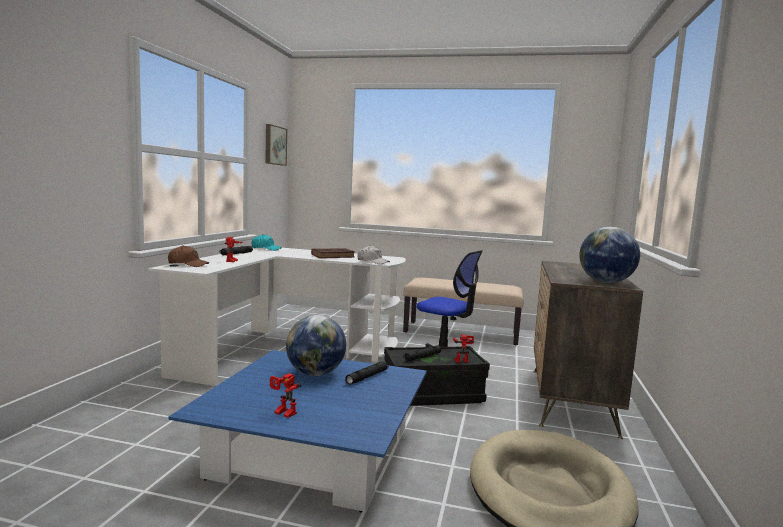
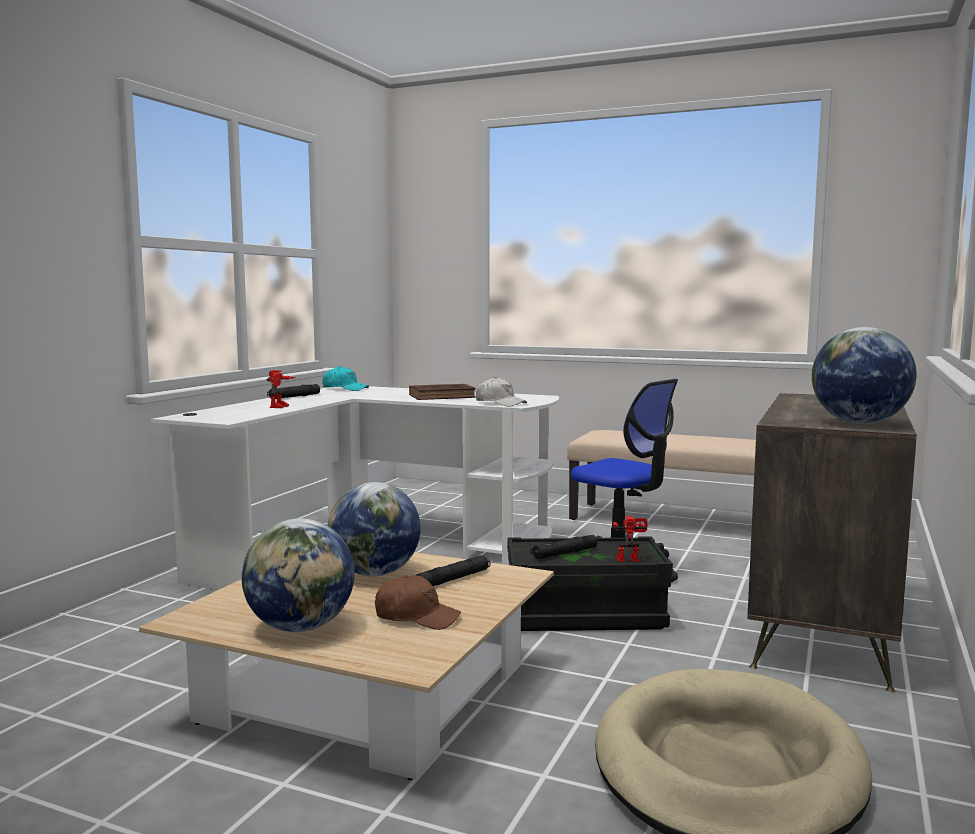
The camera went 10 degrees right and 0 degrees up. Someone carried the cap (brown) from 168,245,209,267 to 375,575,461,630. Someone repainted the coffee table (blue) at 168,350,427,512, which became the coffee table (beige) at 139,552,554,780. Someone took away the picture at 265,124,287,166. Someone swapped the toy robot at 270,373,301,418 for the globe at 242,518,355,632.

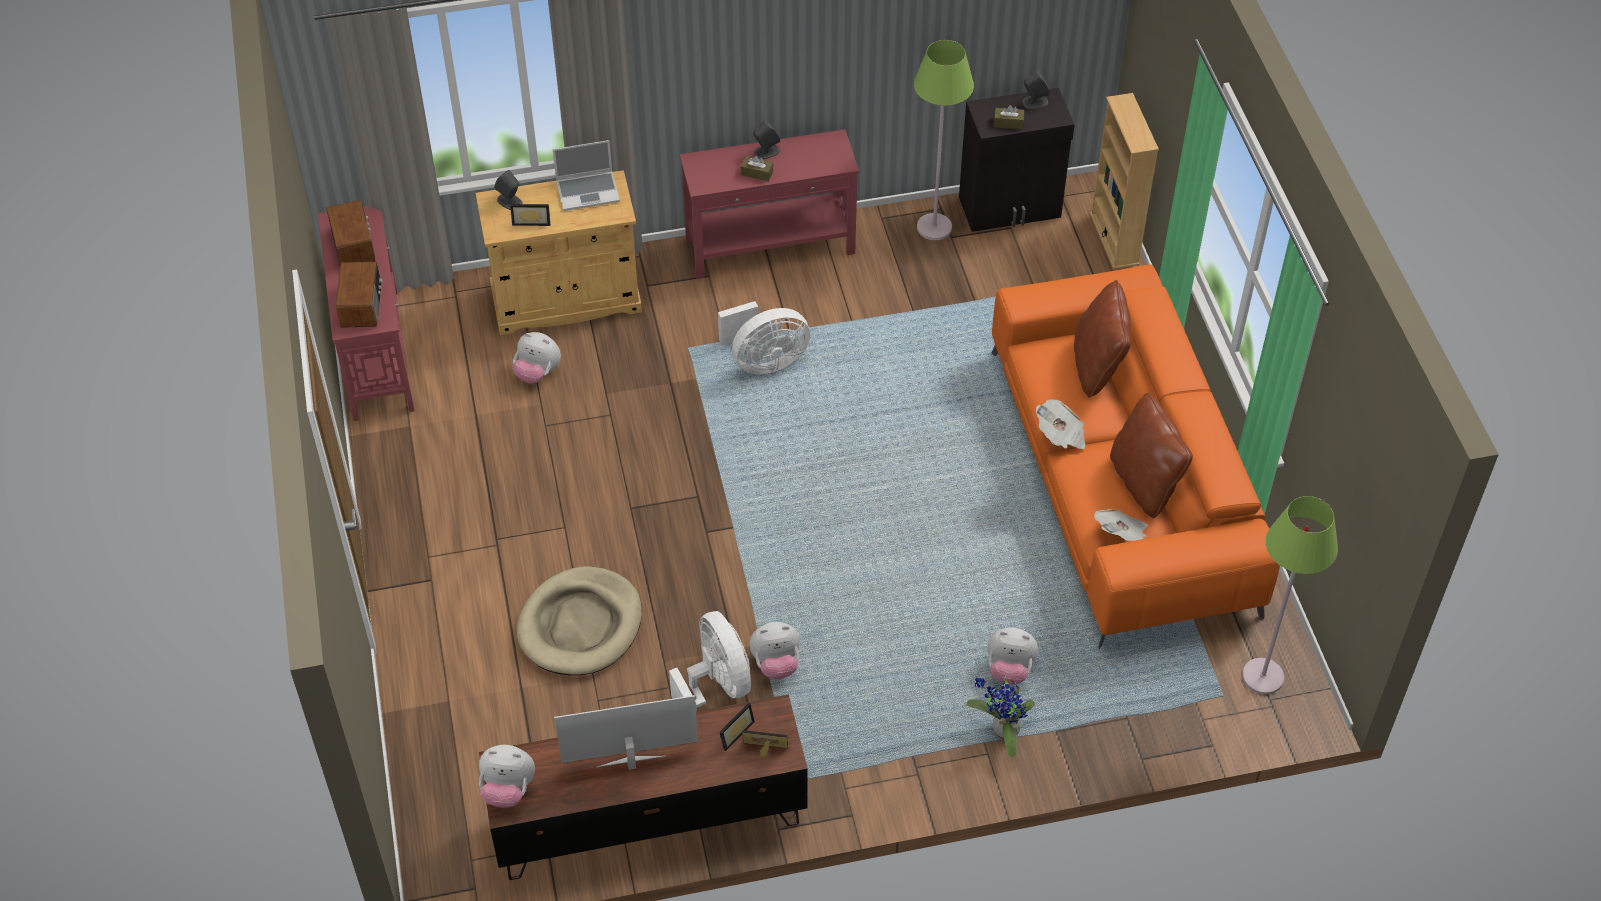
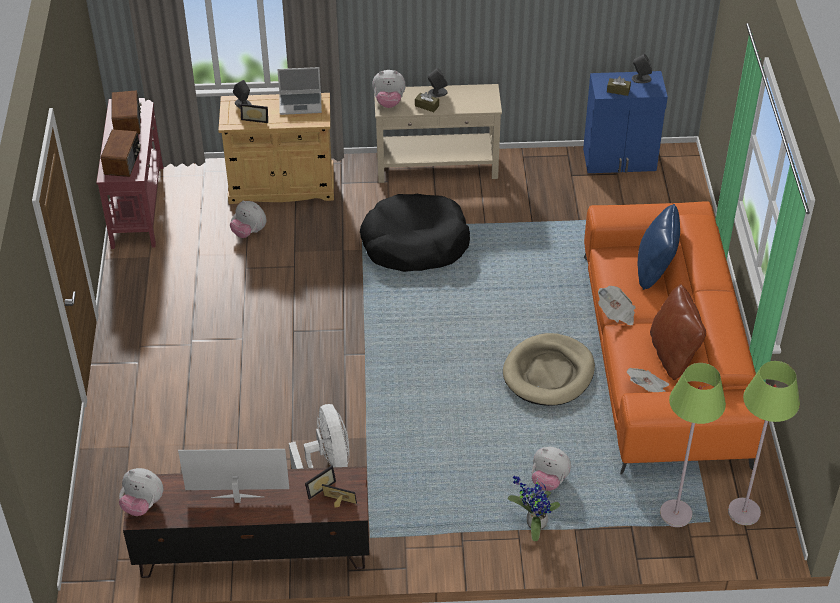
The camera went 10 degrees right and 5 degrees down. Someone carried the dog bed (beige) from 517,566,642,675 to 503,333,595,406. Someone repainted the console table (red) at 680,129,859,279, which became the console table (beige) at 374,84,502,183. Someone swapped the fan (white) at 718,301,810,374 for the dog bed (black) at 360,194,470,272. Someone carried the plush toy from 750,622,800,679 to 372,70,406,108. Someone carried the floor lamp (green) from 914,40,974,240 to 660,363,726,527. Someone repainted the cabinet (black) at 959,88,1075,232, which became the cabinet (blue) at 583,71,668,173. Someone repainted the pillow (brown) at 1074,280,1131,398, which became the pillow (blue) at 638,204,680,290. Someone took away the bookcase (beige) at 1090,93,1159,269.

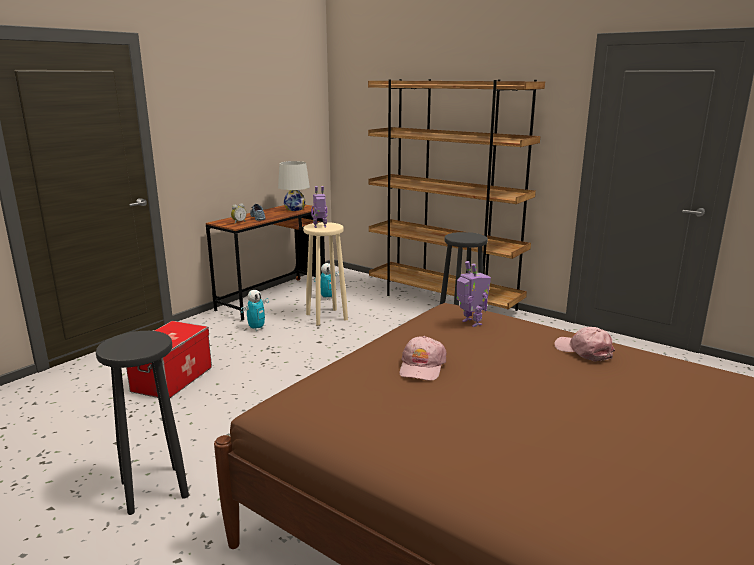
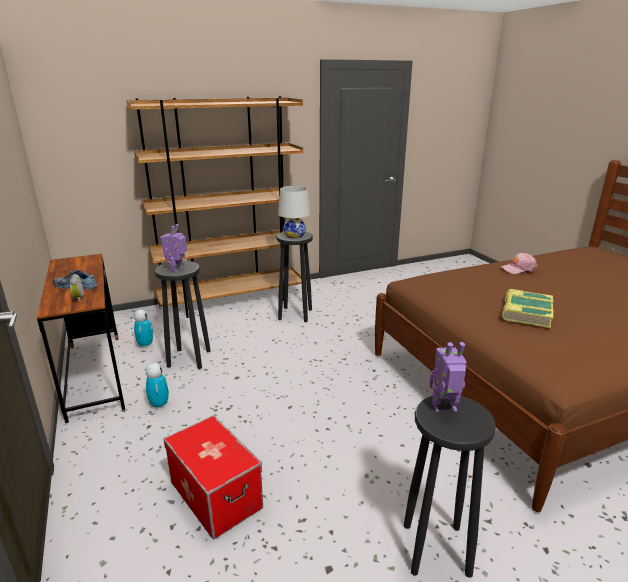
The camera went 60 degrees left and 5 degrees up. Someone carried the table lamp (white) from 278,161,310,211 to 278,186,310,239. Someone repainted the stool (beige) at 303,222,348,326, which became the stool (black) at 155,261,211,369. Someone swapped the cap (pink) at 399,336,447,381 for the book at 502,289,554,328. Someone carried the toy robot from 457,261,491,327 to 429,342,467,412.

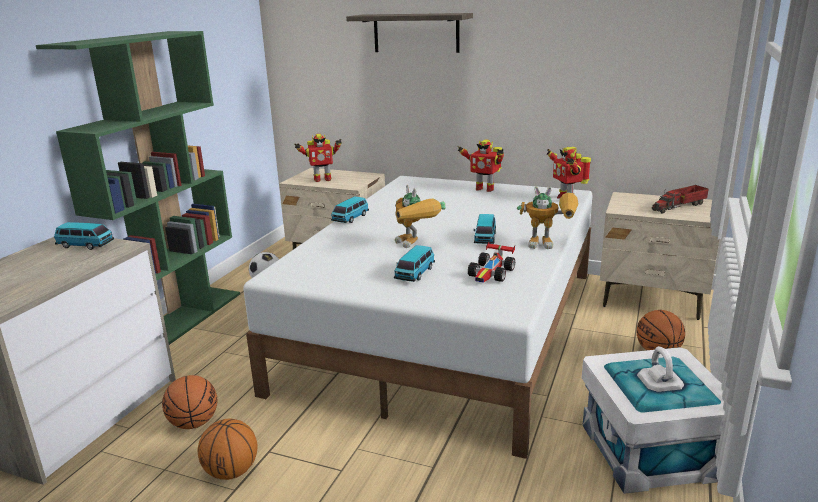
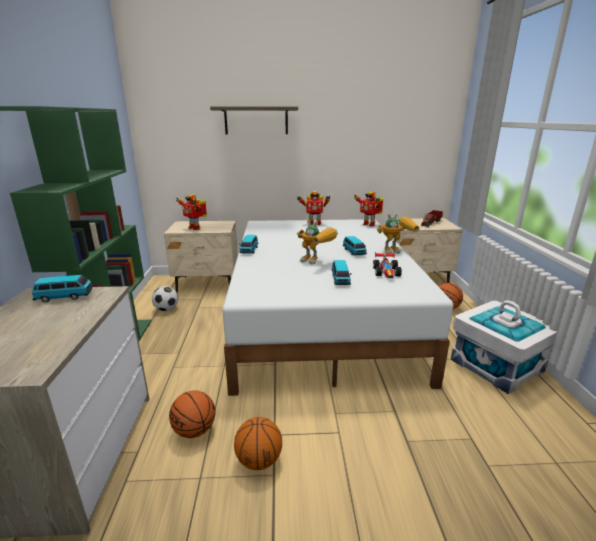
The camera went 25 degrees left and 0 degrees up. Someone rotated the toy robot at 294,134,342,182 by 75 degrees clockwise.

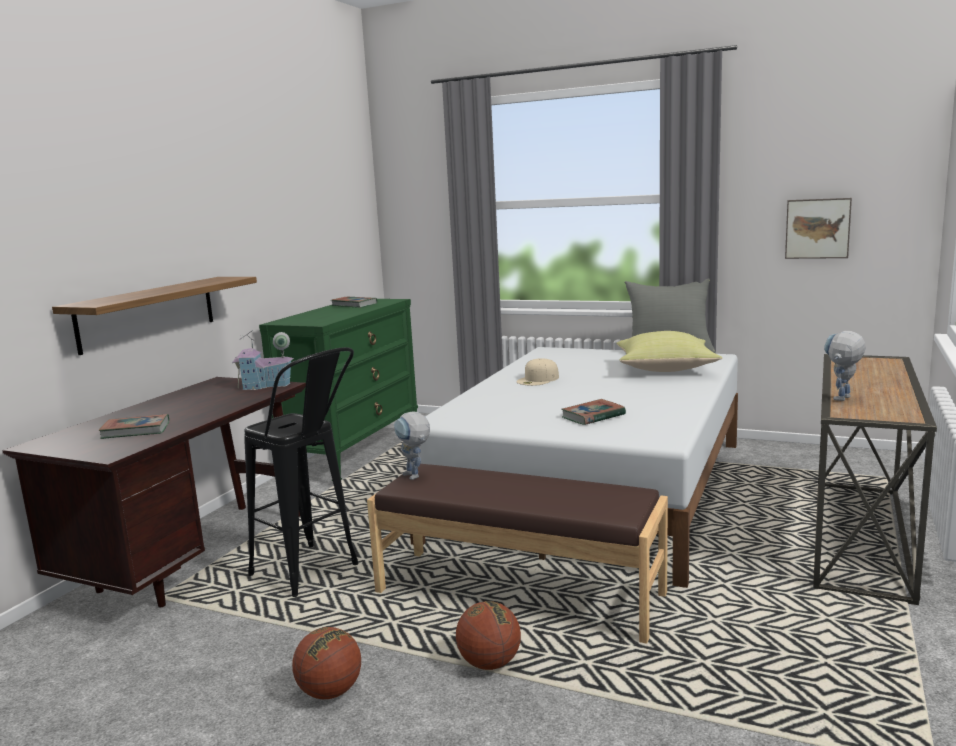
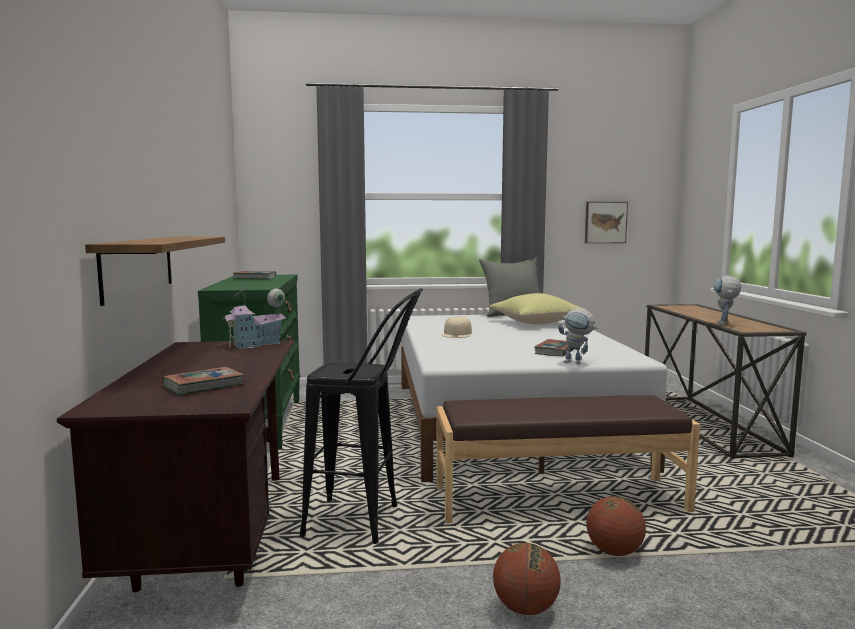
The camera went 30 degrees left and 5 degrees down. Someone carried the toy robot from 394,411,430,480 to 558,308,598,364.

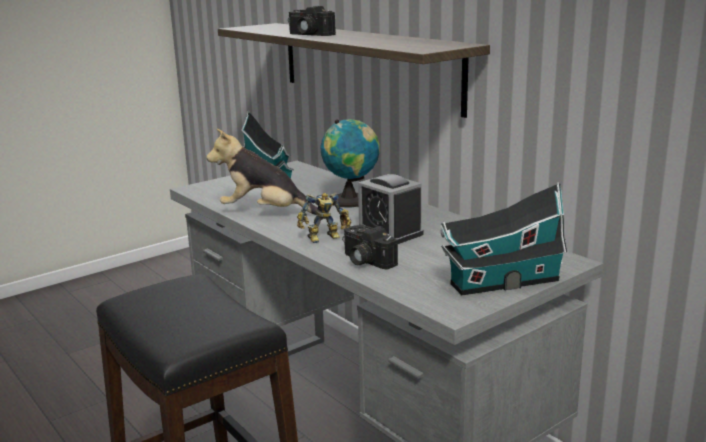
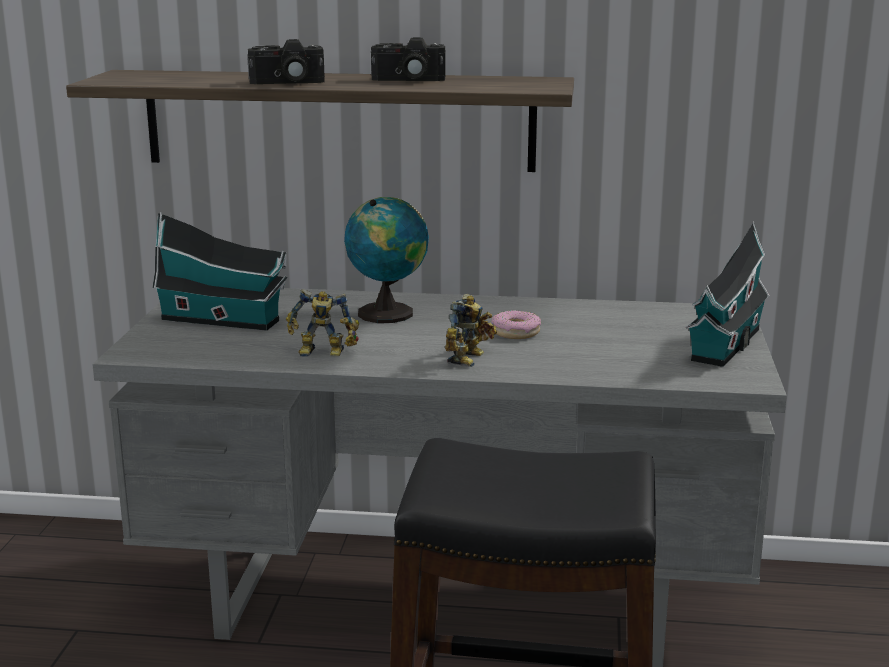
The camera went 45 degrees left and 0 degrees up. Someone swapped the plush toy at 207,129,318,215 for the toy robot at 286,289,359,357. Someone carried the photo camera from 342,225,398,270 to 371,37,446,81. Someone swapped the alarm clock at 358,174,423,244 for the donut at 491,310,541,339.

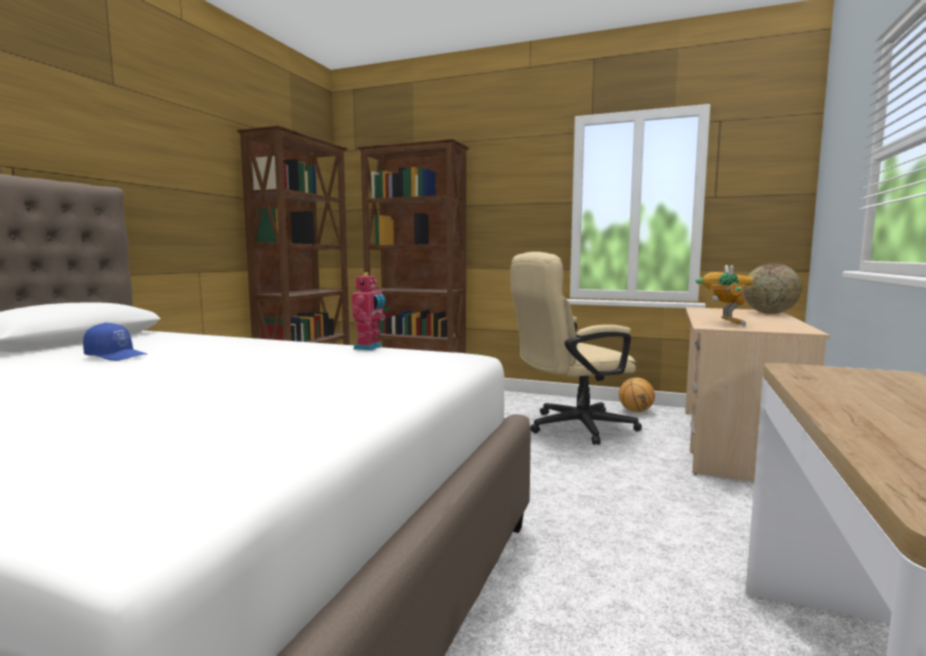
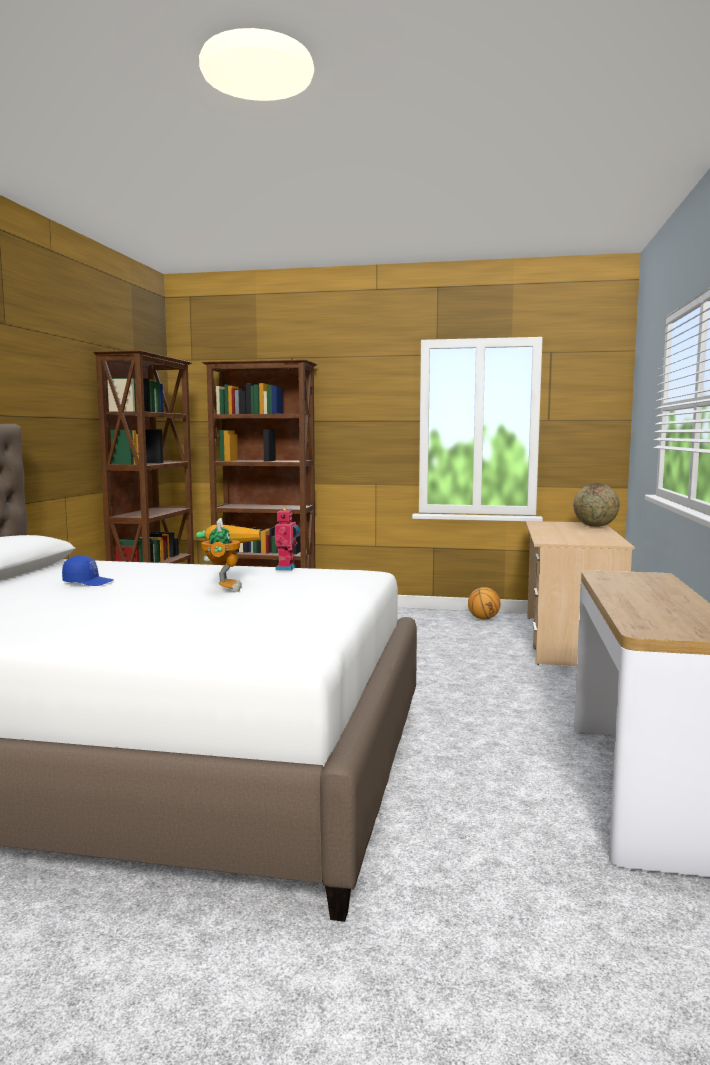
The camera went 10 degrees left and 0 degrees up. Someone took away the office chair (beige) at 510,252,642,445. Someone carried the toy robot from 695,265,753,326 to 196,518,261,592.

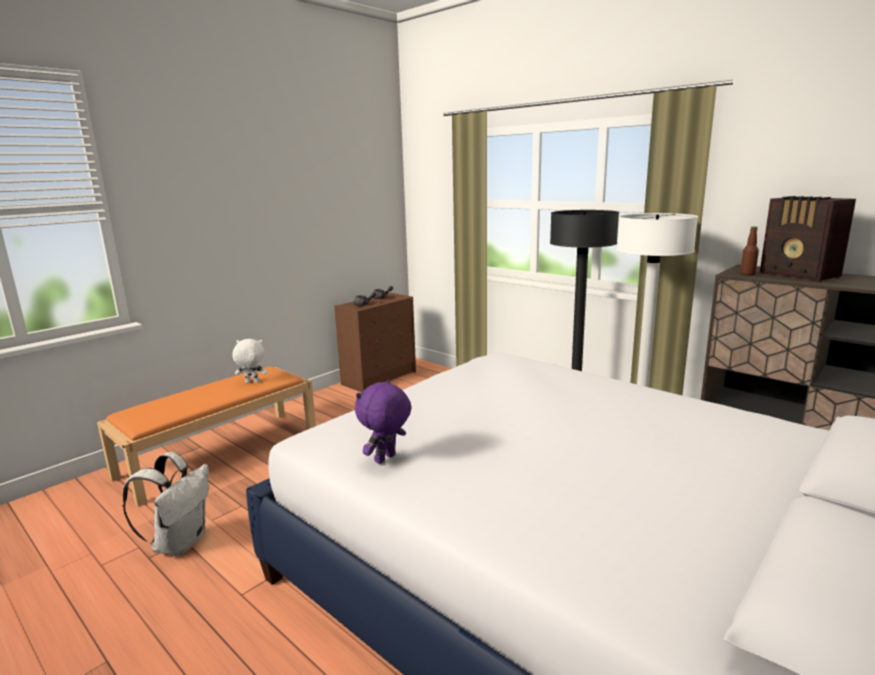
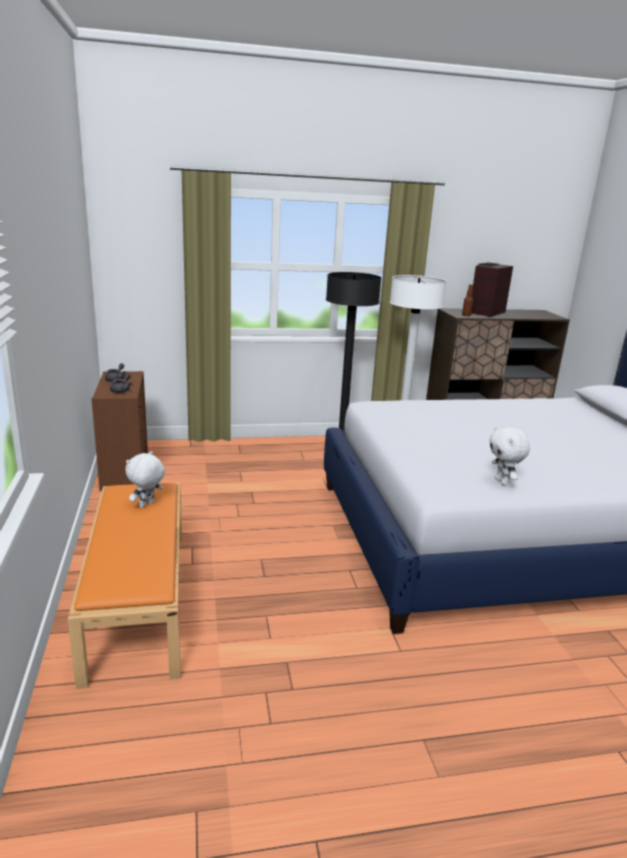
The camera went 55 degrees left and 5 degrees up. Someone took away the backpack (white) at 123,452,209,556. Someone repainted the plush toy (purple) at 355,380,412,464, which became the plush toy (white) at 489,426,530,486. Someone rotated the radio at 760,196,856,282 by 120 degrees clockwise.

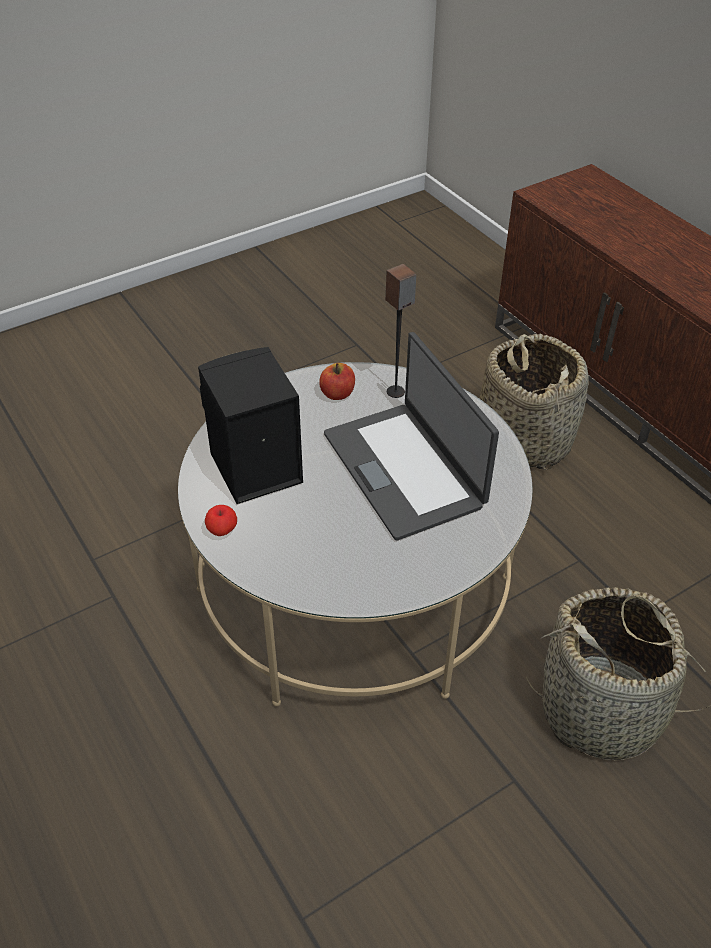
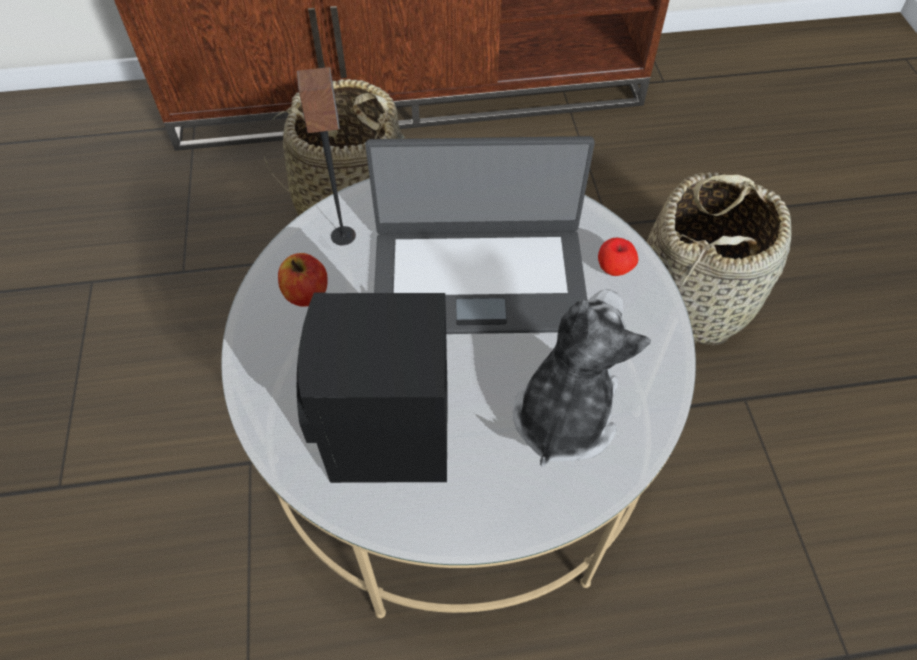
The camera went 65 degrees left and 10 degrees up. Someone carried the apple from 205,505,237,536 to 598,238,638,276. Someone put down the plush toy at 513,289,651,467.

